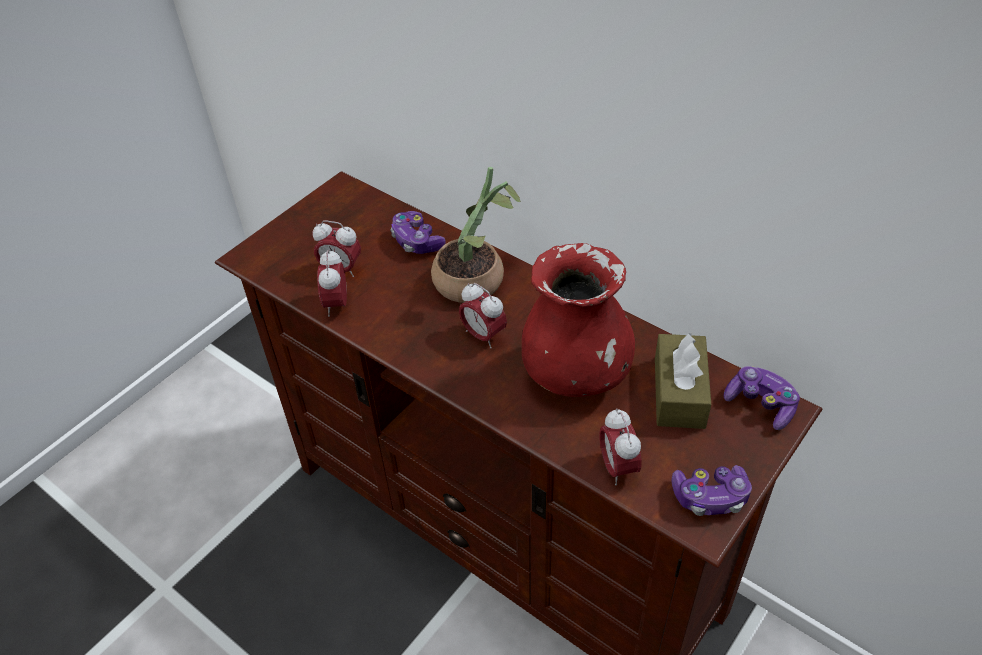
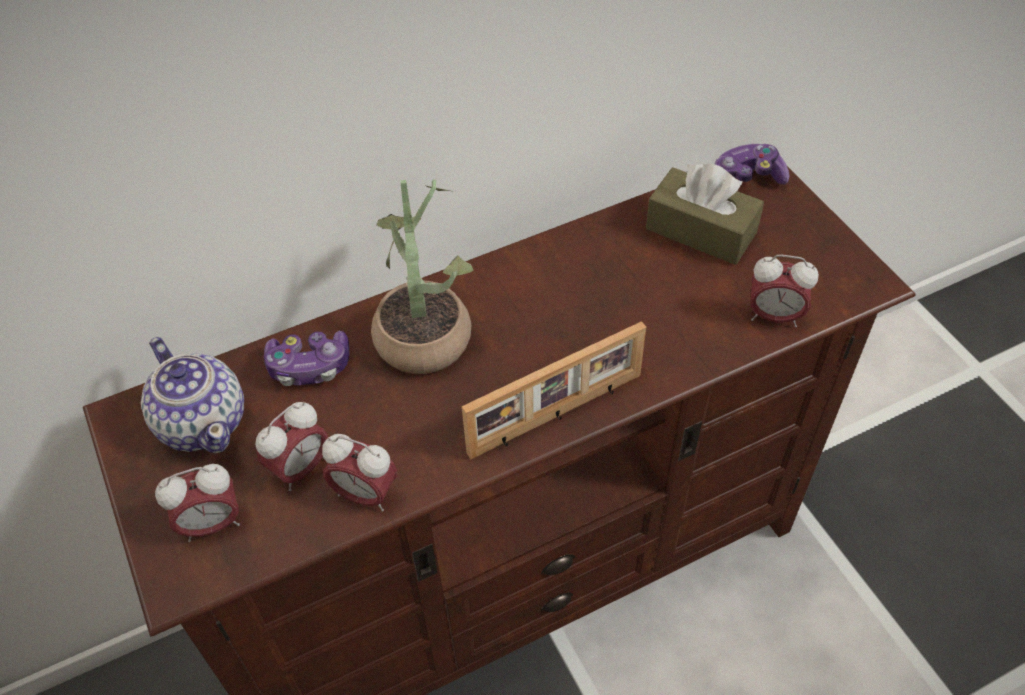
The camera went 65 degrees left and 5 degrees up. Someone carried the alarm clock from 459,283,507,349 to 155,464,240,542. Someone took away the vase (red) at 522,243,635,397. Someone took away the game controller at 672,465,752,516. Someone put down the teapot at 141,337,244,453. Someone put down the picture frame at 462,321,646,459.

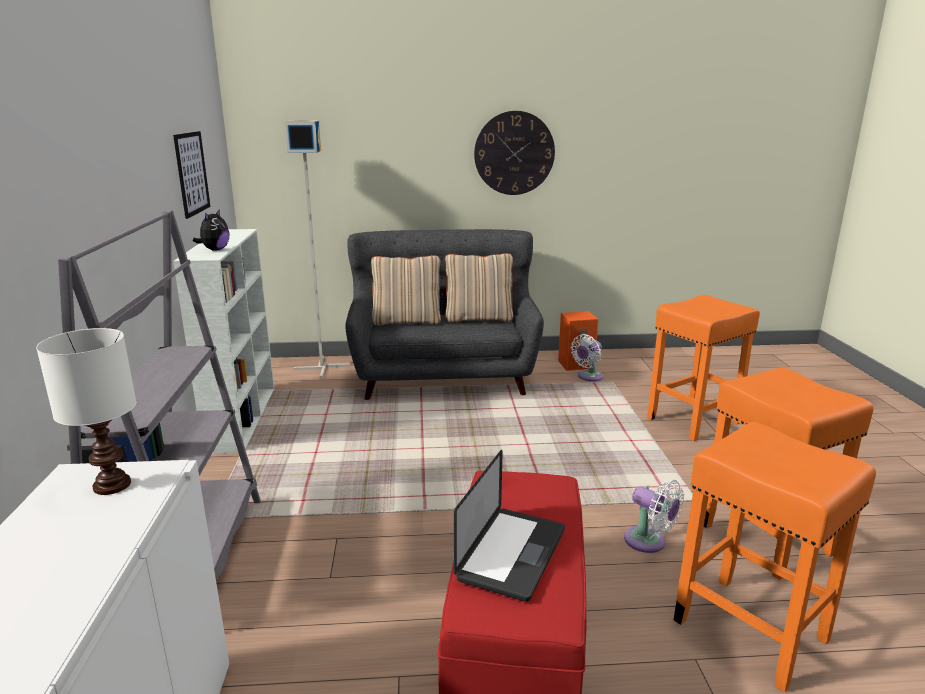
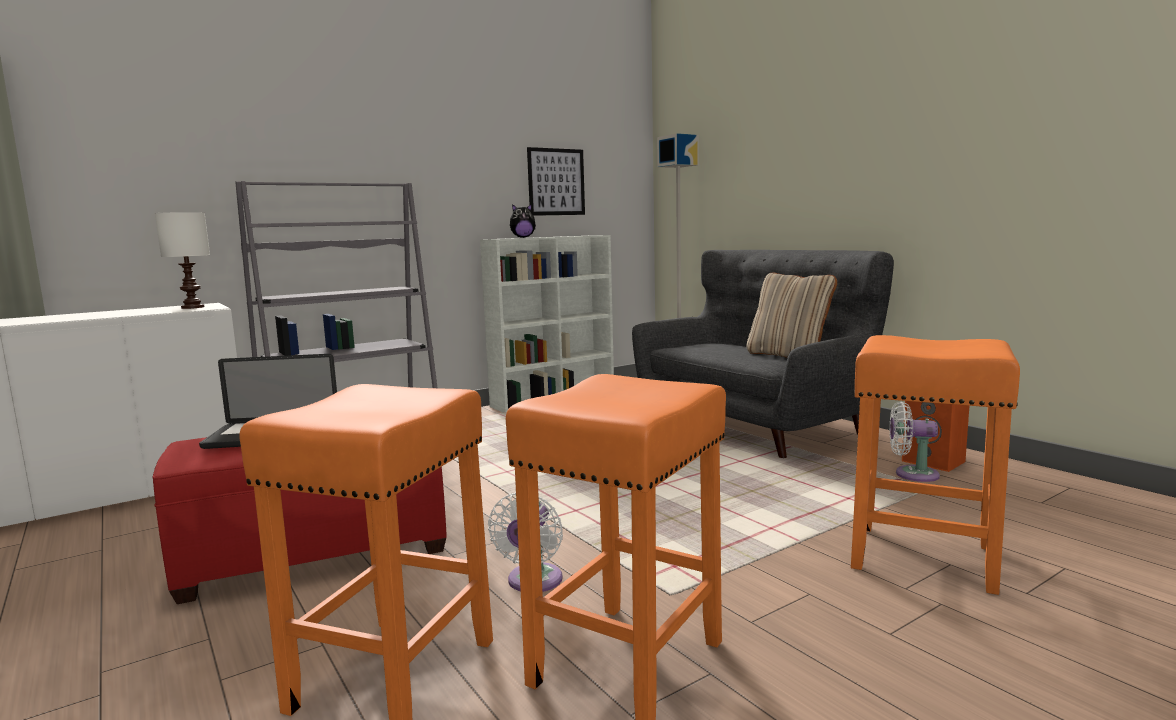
The camera went 60 degrees right and 10 degrees down. Someone took away the pillow (beige) at 371,255,441,326. Someone took away the wall clock at 474,111,555,195.

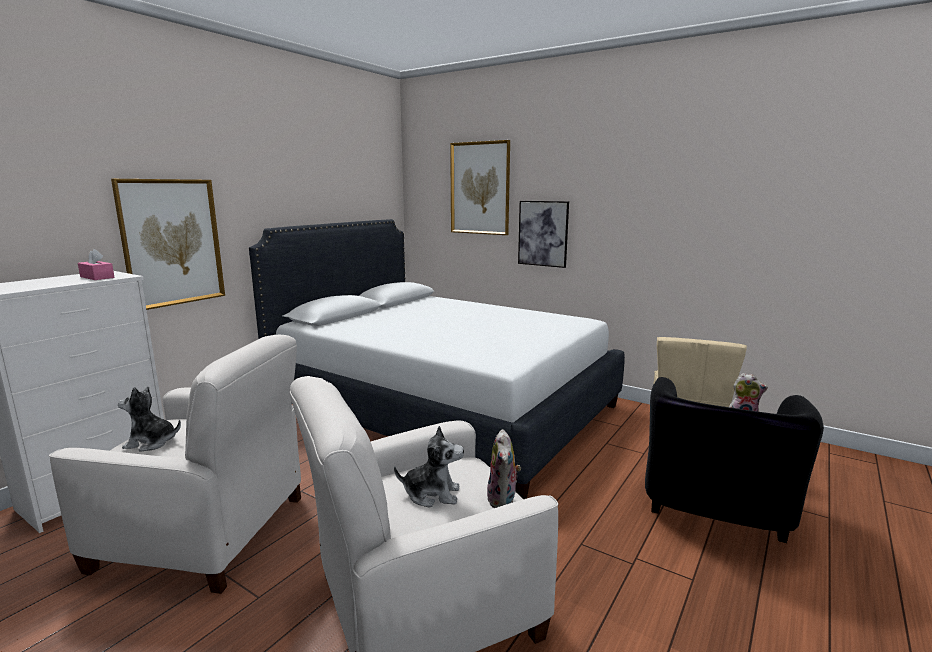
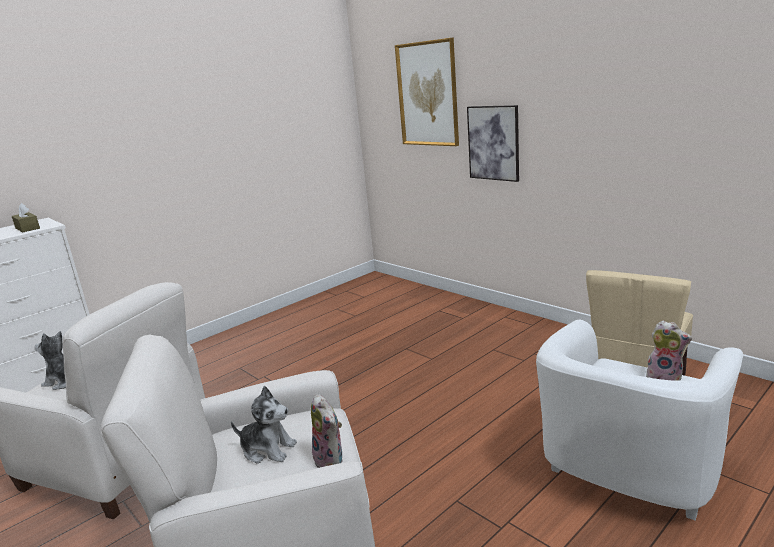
The camera went 15 degrees right and 5 degrees up. Someone repainted the tissue box (pink) at 78,249,115,280, which became the tissue box (brown) at 12,203,40,232. Someone took away the picture at 111,179,225,310. Someone took away the bed (white) at 249,219,625,499. Someone rotated the plush toy at 487,429,521,508 by 45 degrees counterclockwise. Someone repainted the armchair (black) at 645,377,824,543, which became the armchair (white) at 536,320,743,521.

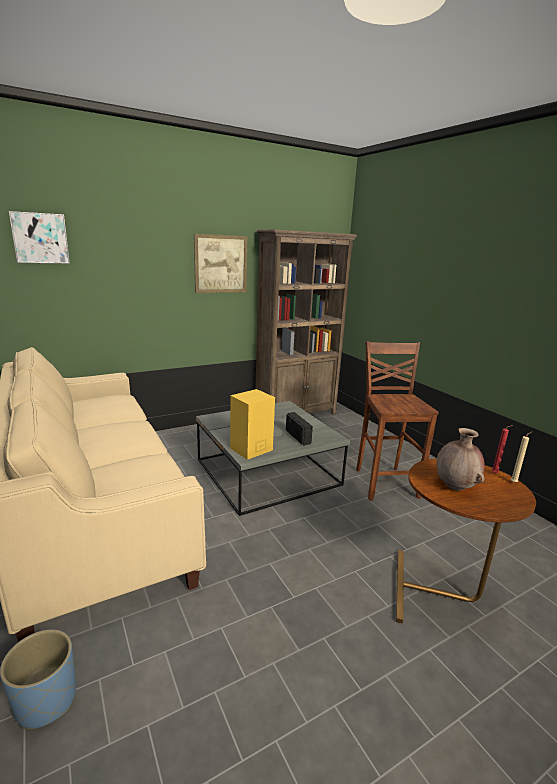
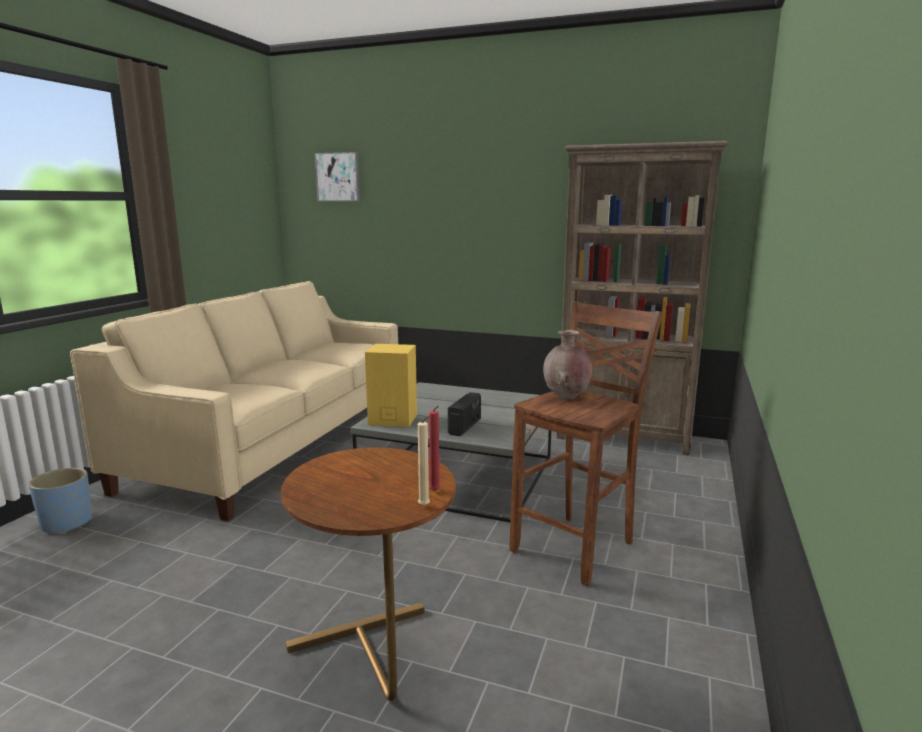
The camera went 50 degrees right and 5 degrees down. Someone took away the picture at 194,234,248,293. Someone carried the vase (brown) from 436,428,485,491 to 543,330,592,399.

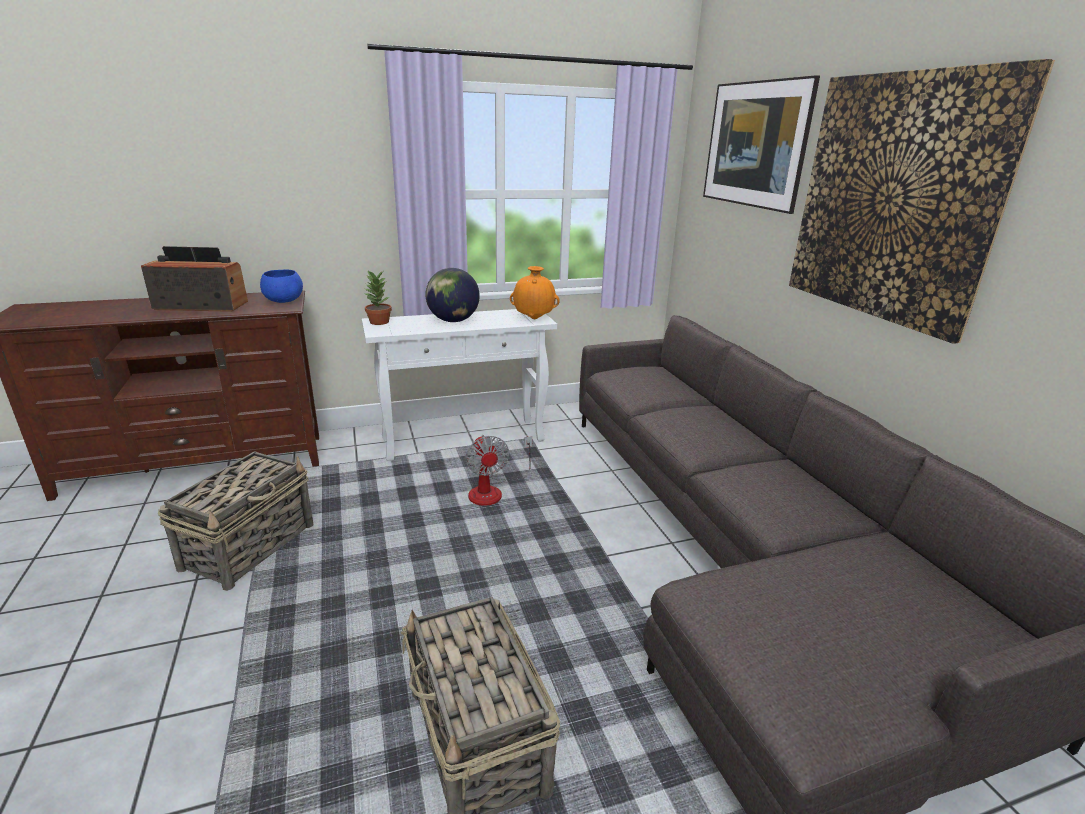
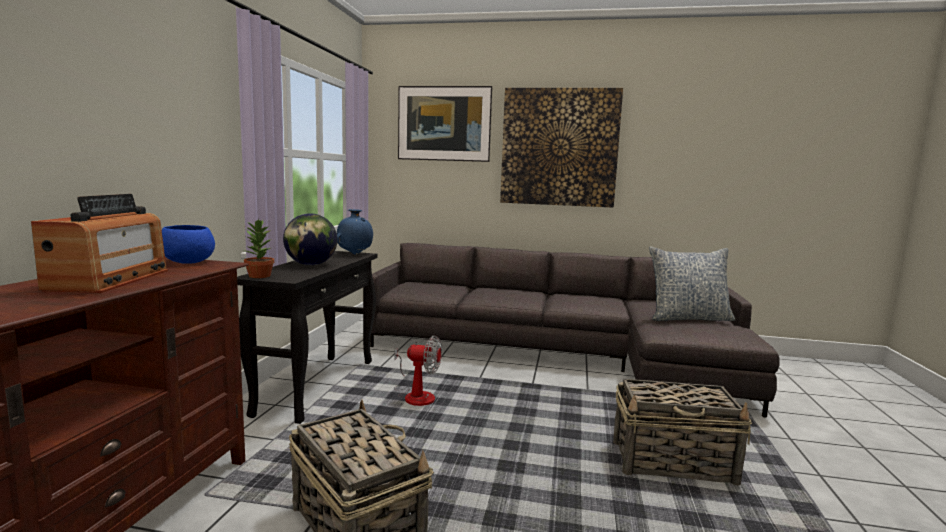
The camera went 60 degrees left and 15 degrees down. Someone rotated the radio at 141,246,248,312 by 150 degrees clockwise. Someone repainted the console table (white) at 362,309,557,461, which became the console table (black) at 237,251,377,424. Someone repainted the vase (orange) at 510,266,560,319, which became the vase (blue) at 337,209,373,254. Someone put down the pillow at 649,246,735,321.

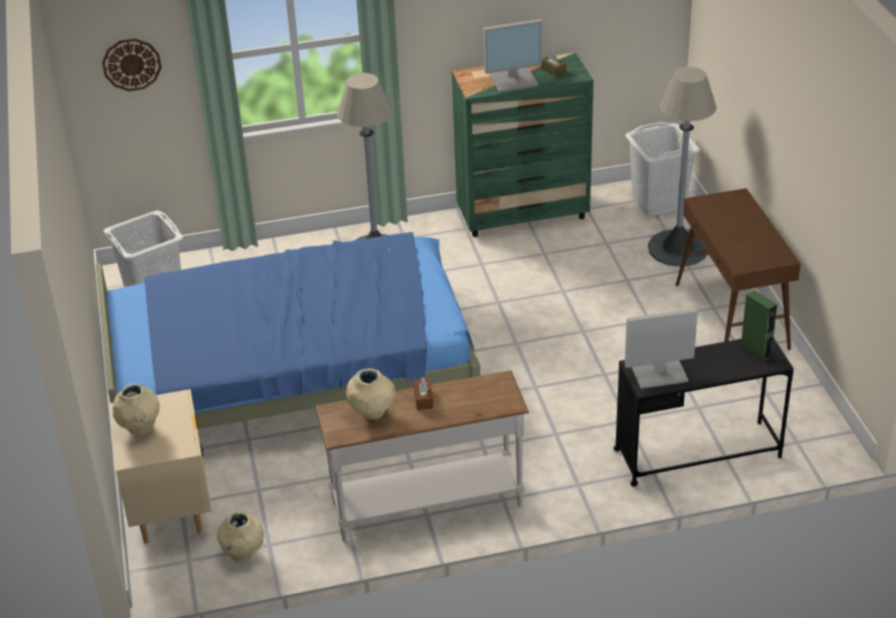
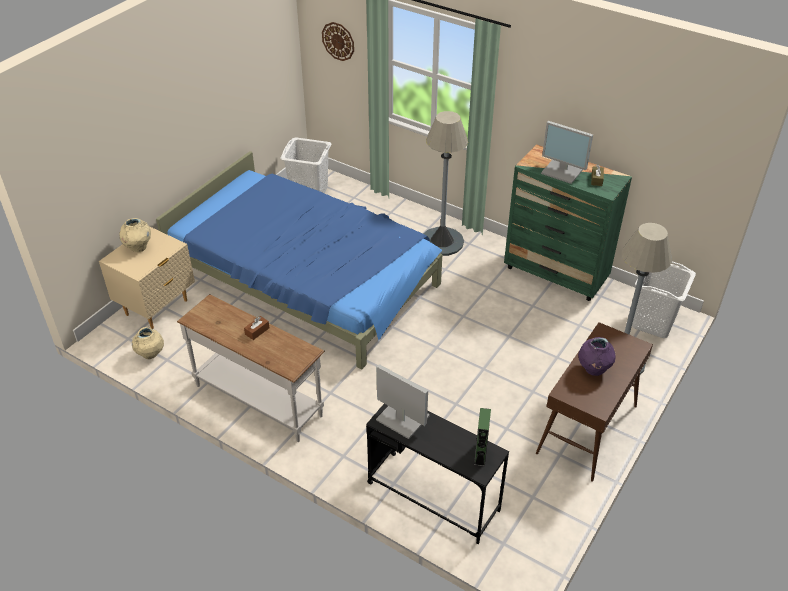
The camera went 45 degrees right and 5 degrees up. Someone took away the vase (beige) at 346,368,396,420. Someone put down the vase (purple) at 578,337,616,376.

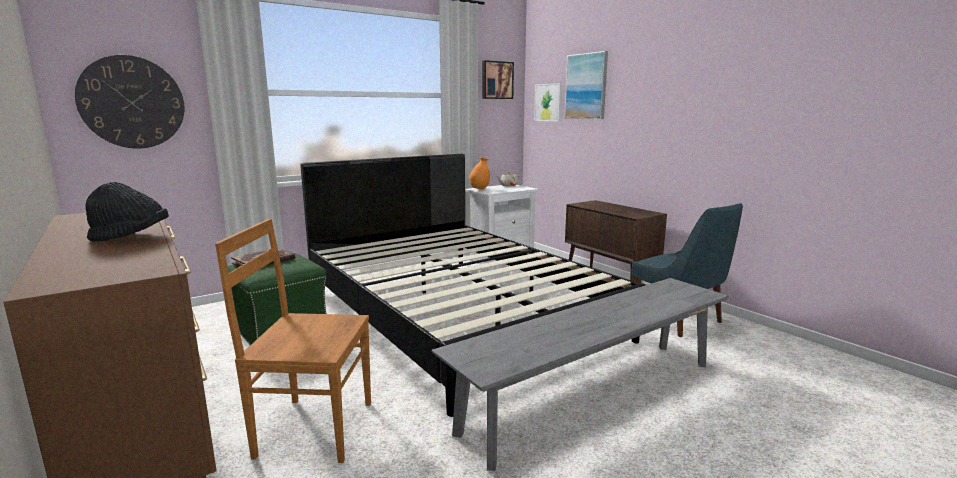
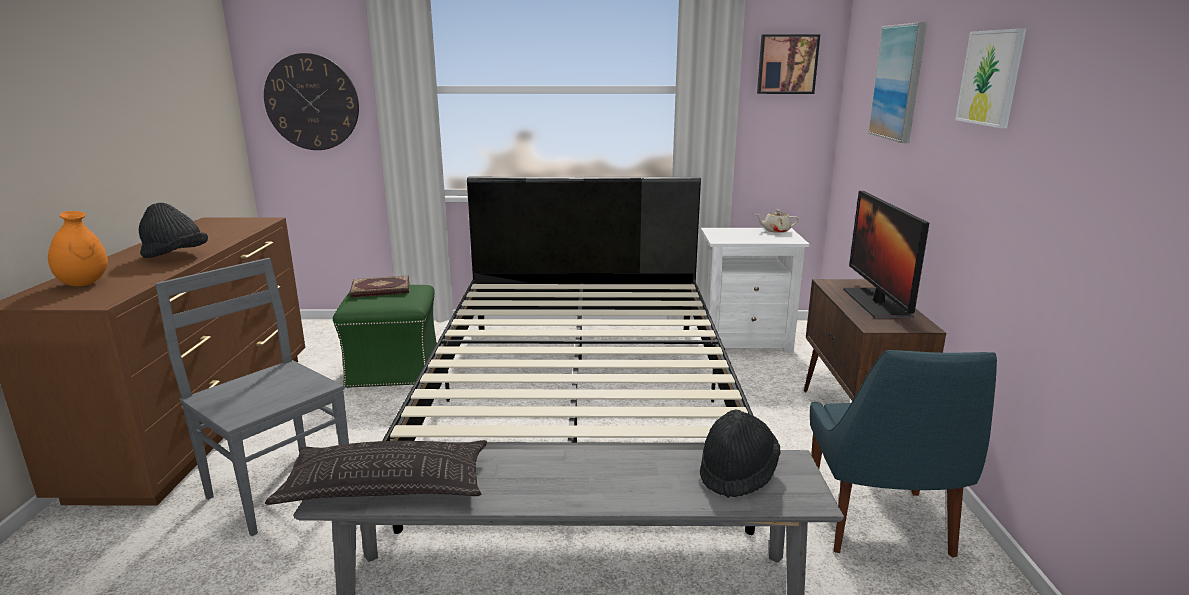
The camera went 35 degrees right and 5 degrees up. Someone repainted the chair (brown) at 215,219,371,463, which became the chair (grey) at 155,258,349,536. Someone carried the vase (orange) from 469,157,490,190 to 48,211,108,287. Someone carried the picture from 534,83,562,122 to 955,28,1026,128. Someone put down the pillow at 265,440,487,505. Someone put down the hat (black) at 700,409,781,498. Someone put down the monitor at 843,191,929,318.

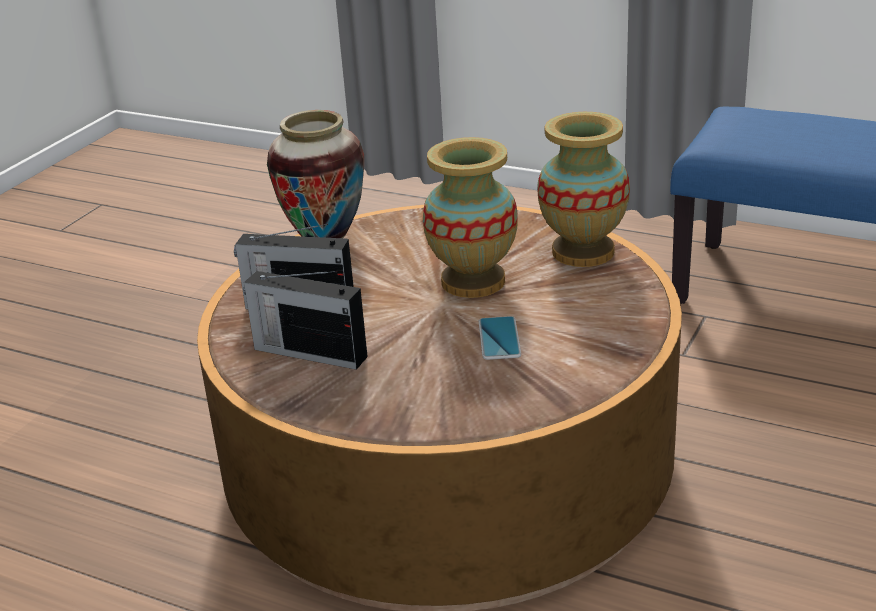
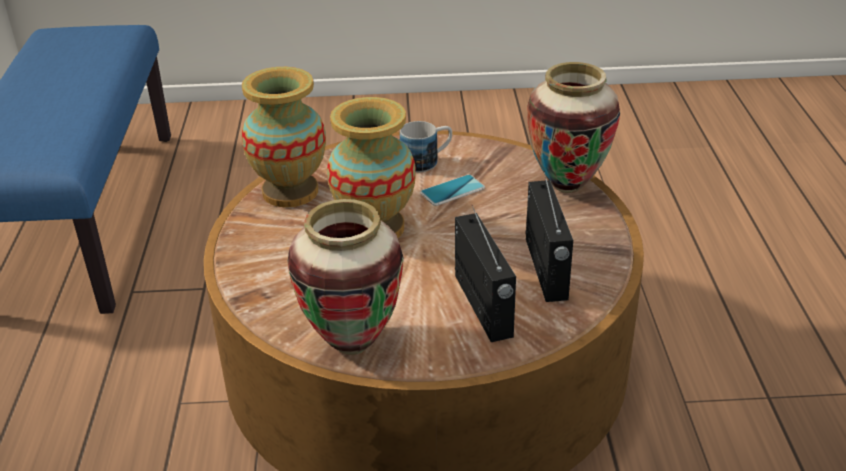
The camera went 120 degrees left and 5 degrees up. Someone put down the mug at 400,121,452,172. Someone put down the vase at 527,62,620,193.

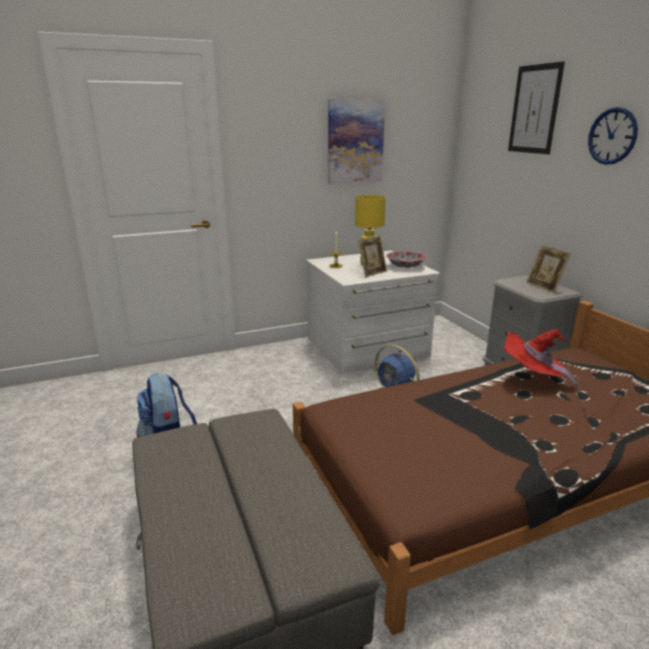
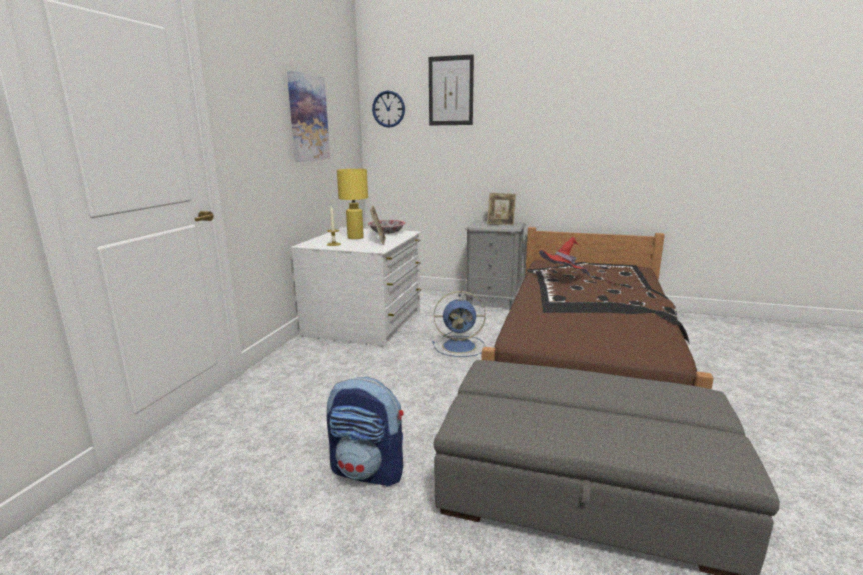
The camera went 50 degrees left and 5 degrees down. Someone carried the wall clock from 588,107,638,165 to 372,90,405,128.

